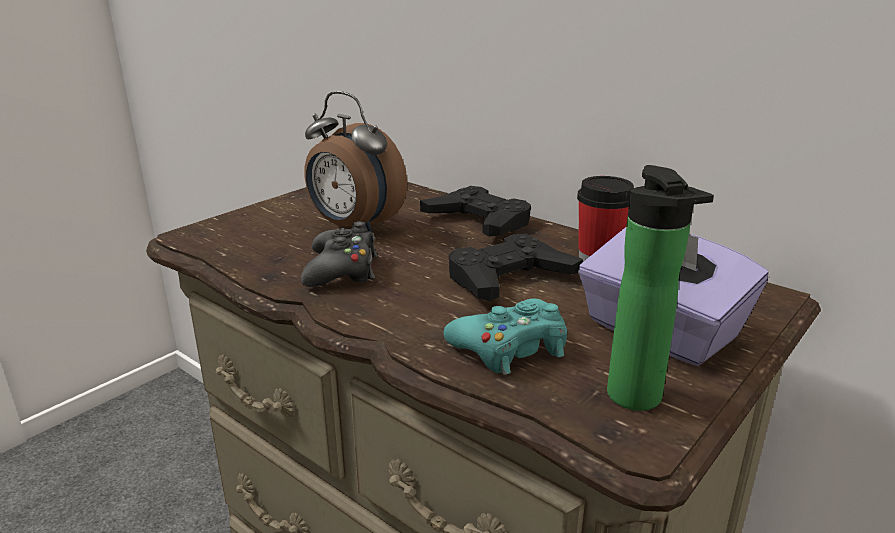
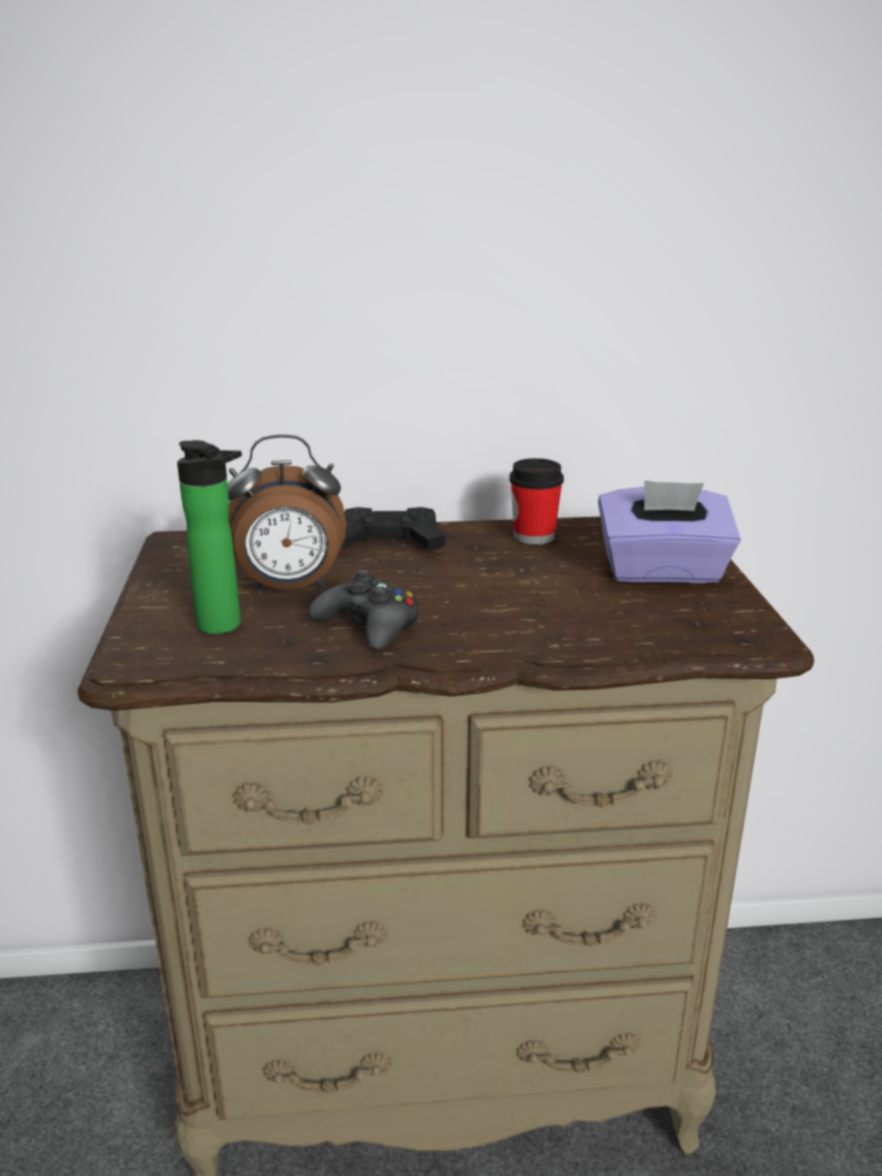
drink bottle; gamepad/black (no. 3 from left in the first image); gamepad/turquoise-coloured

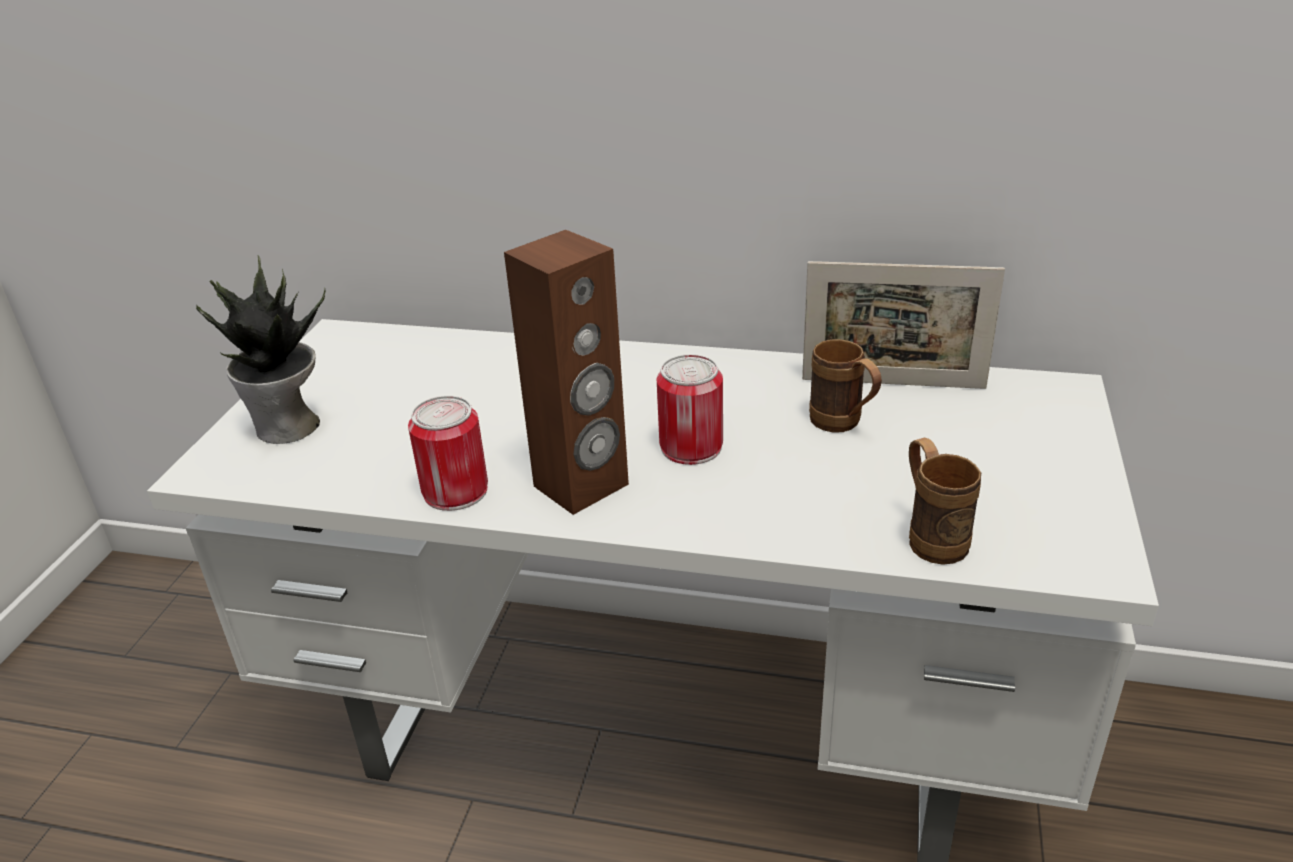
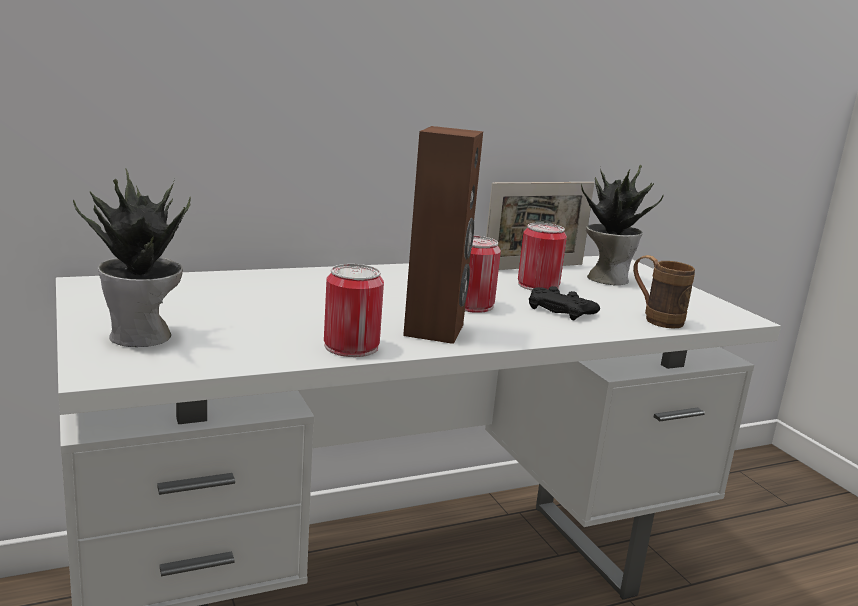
metal can (no. 3 from left); potted plant (no. 2 from left); gamepad/black

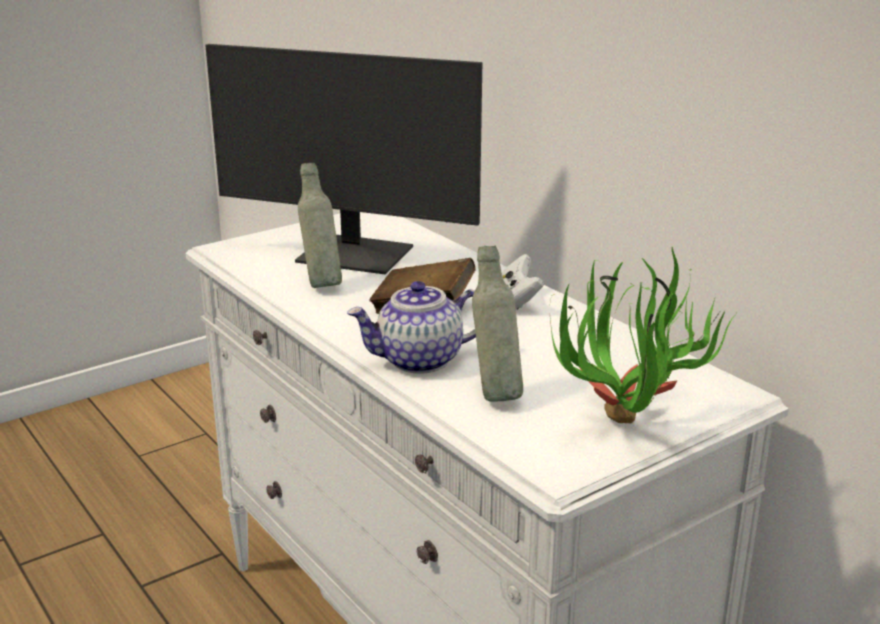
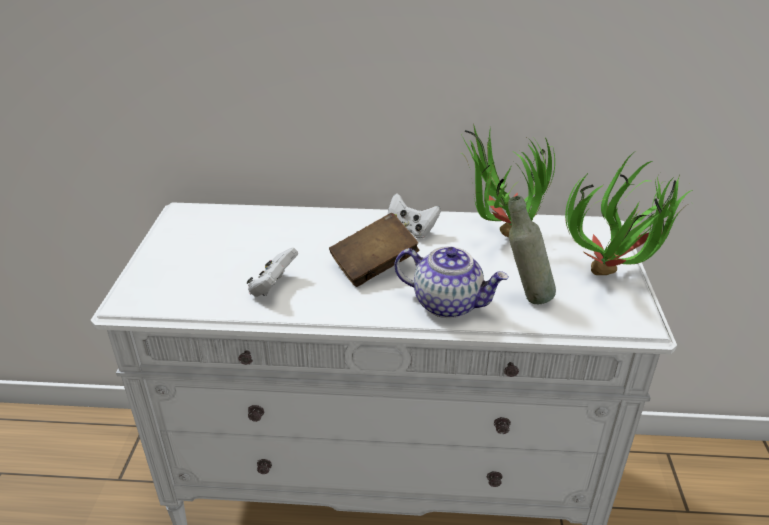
monitor; gamepad/white (no. 1 from left); pot for tea; potted plant (no. 1 from left)

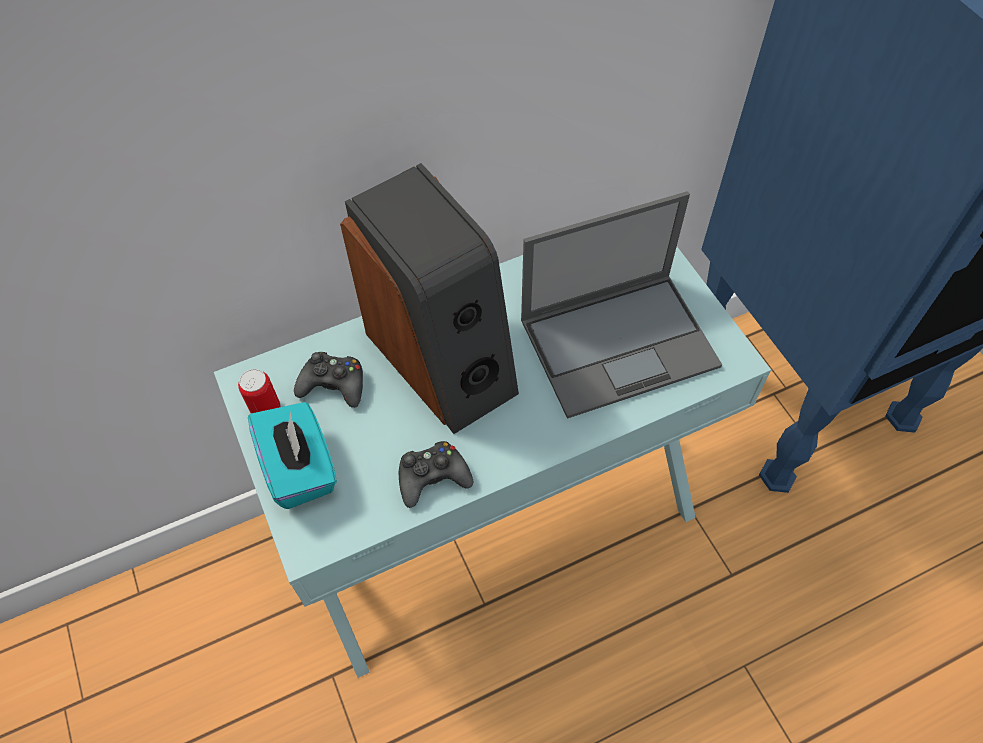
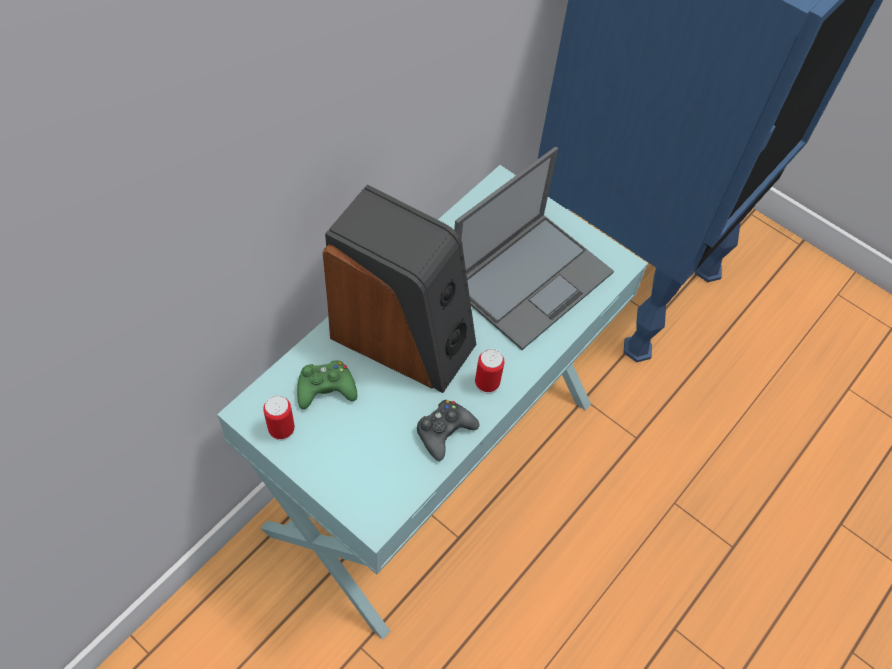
gamepad/green; tissue holder/turquoise-coloured; metal can (no. 2 from left)

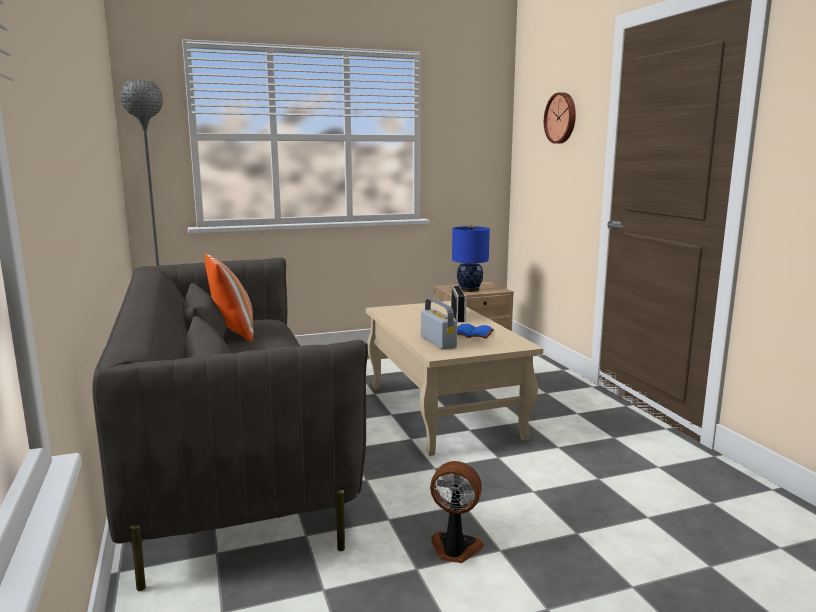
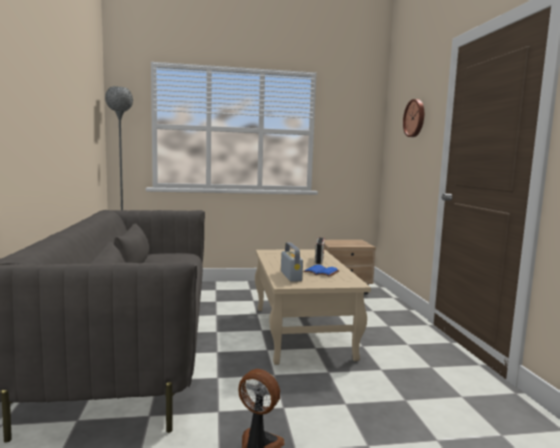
tabletop lamp/bluish; pillow

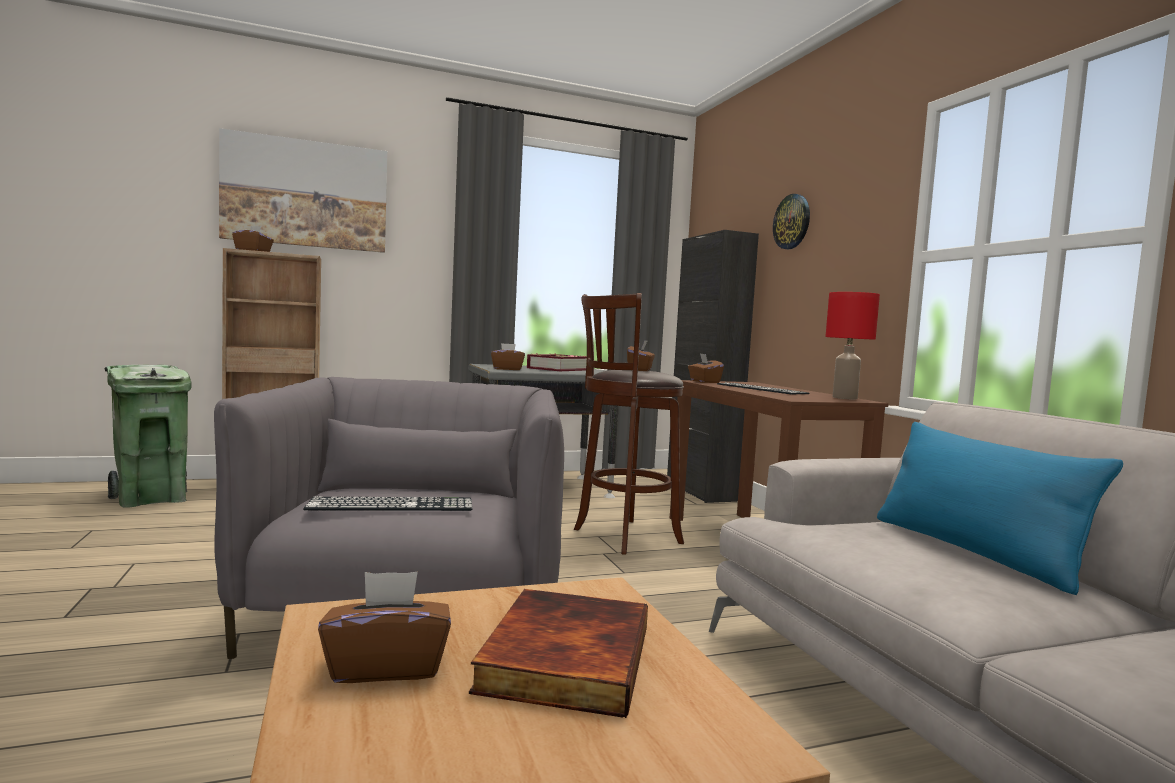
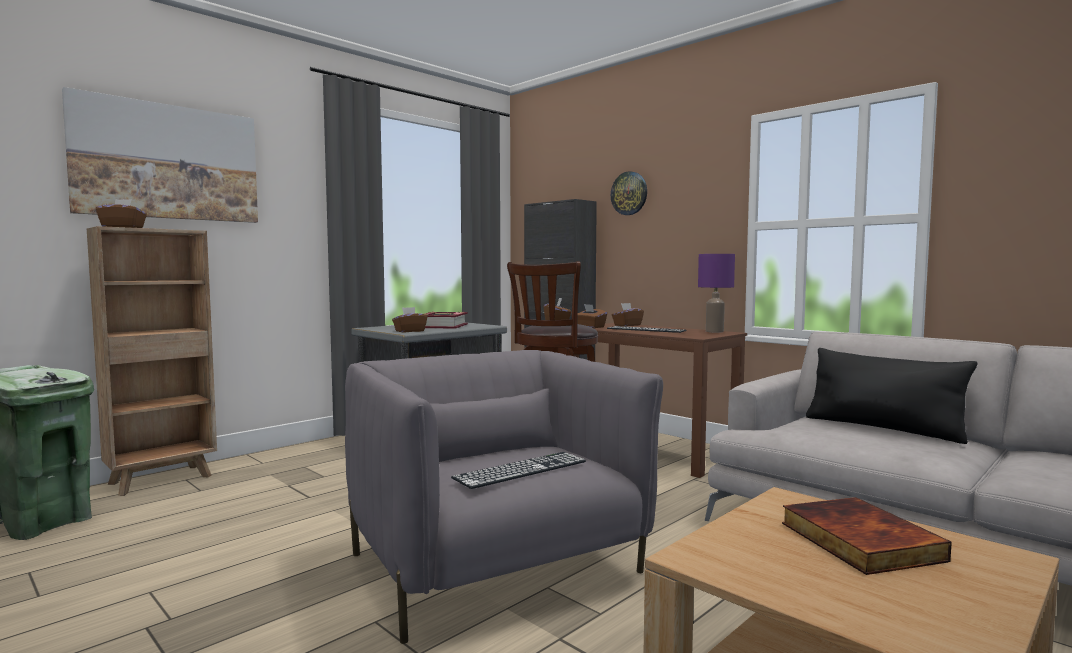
tabletop lamp/purplish; pillow/black; tissue holder/brown (no. 5 from left)

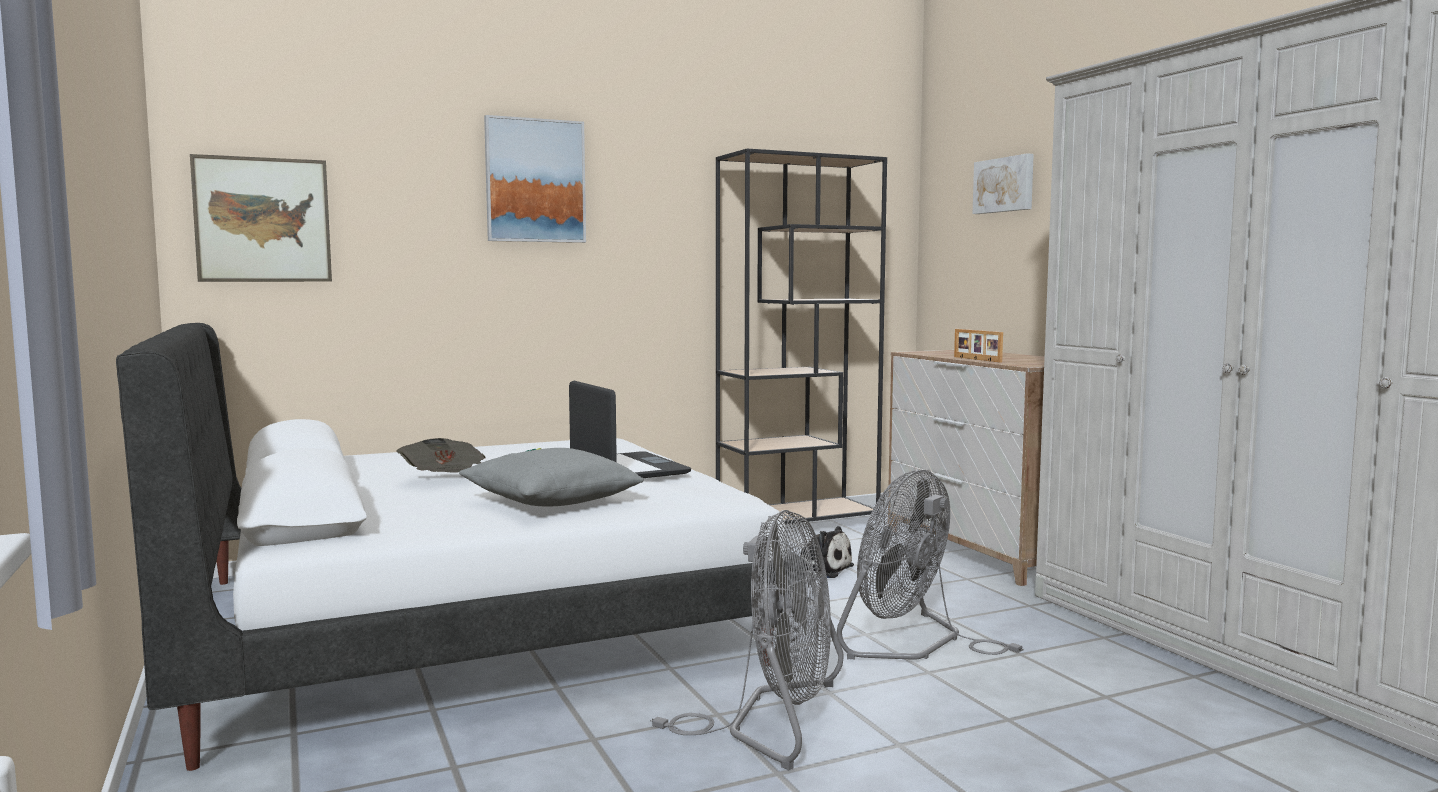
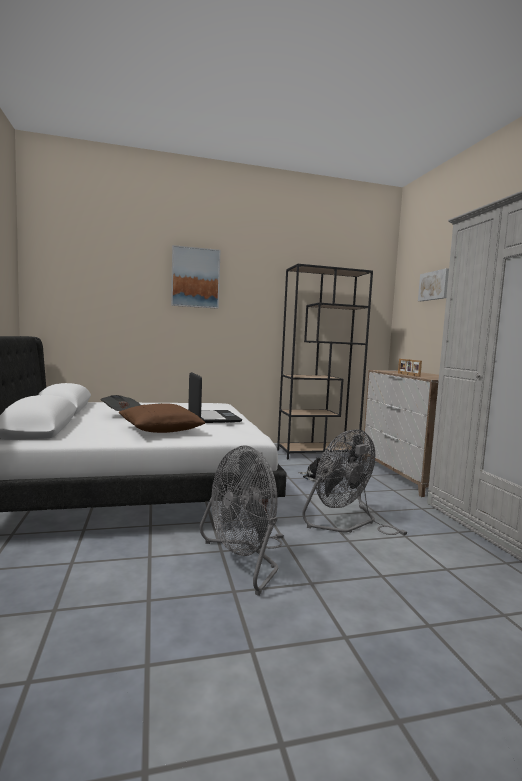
wall art (no. 1 from left in the first image); pillow/brown; fan/grey (no. 1 from left)

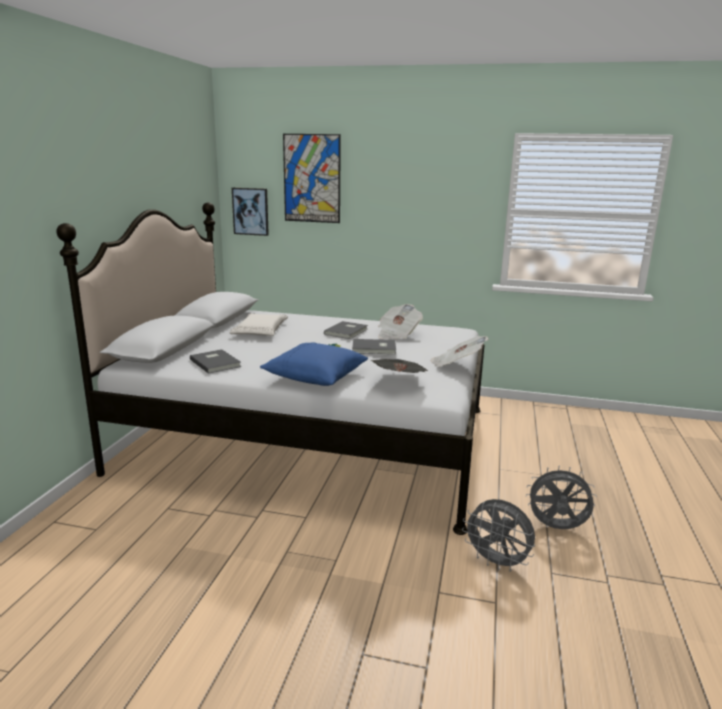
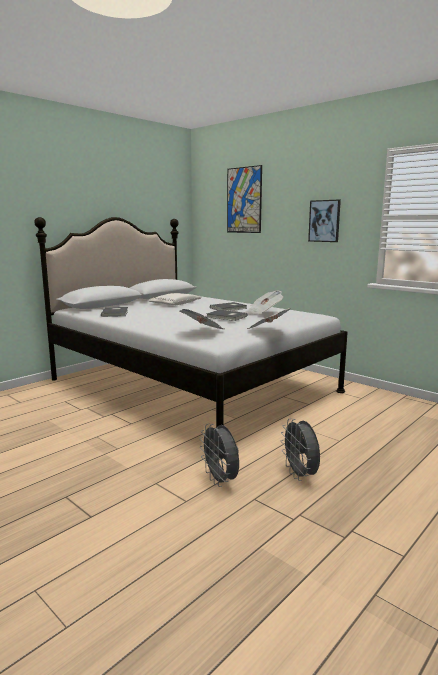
wall art (no. 2 from left); pillow/bluish; fan/grey (no. 2 from left)

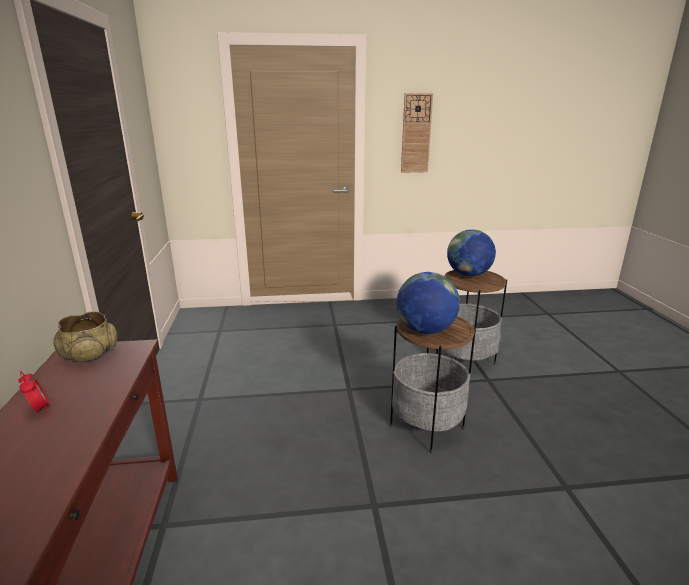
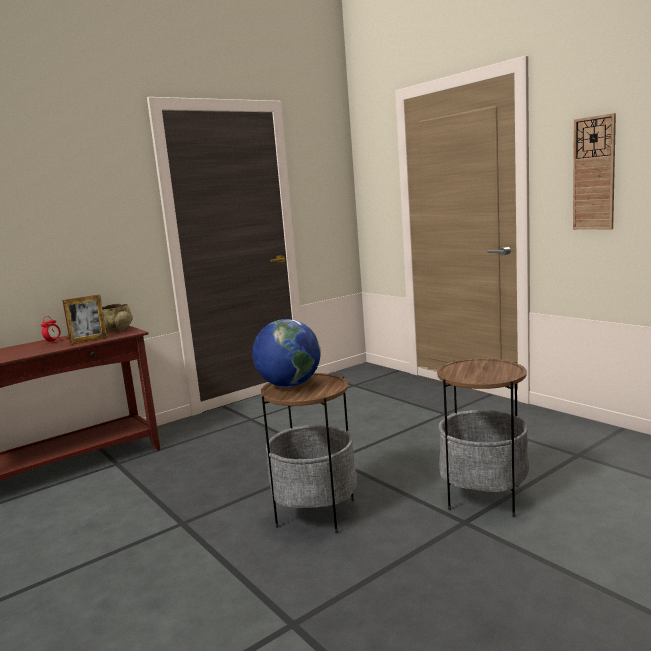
world globe (no. 2 from left in the first image); photo frame

